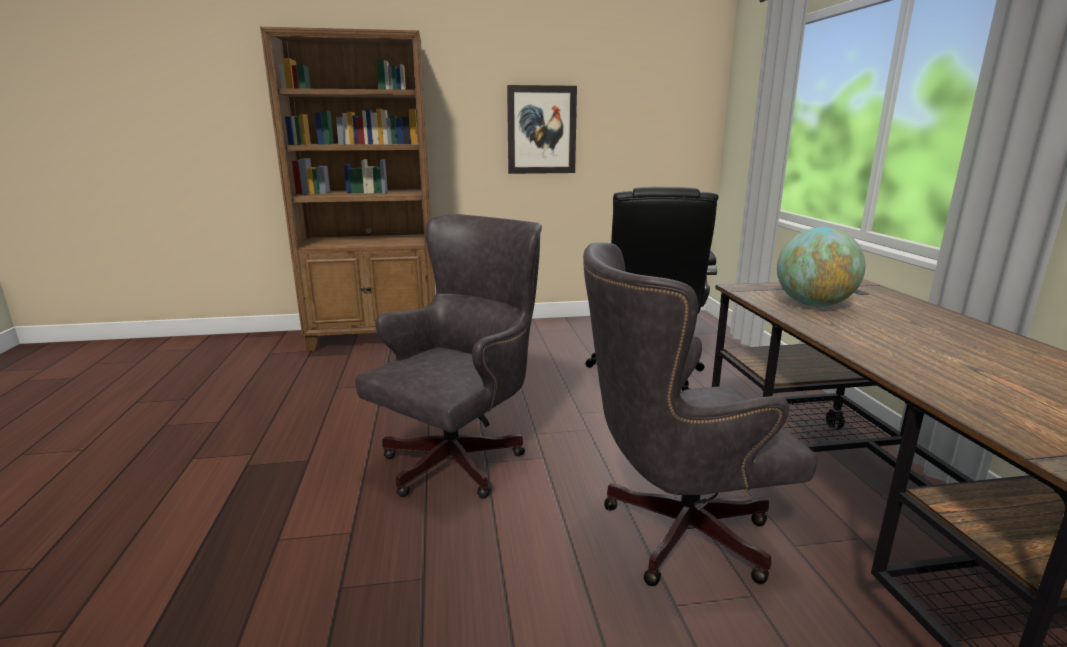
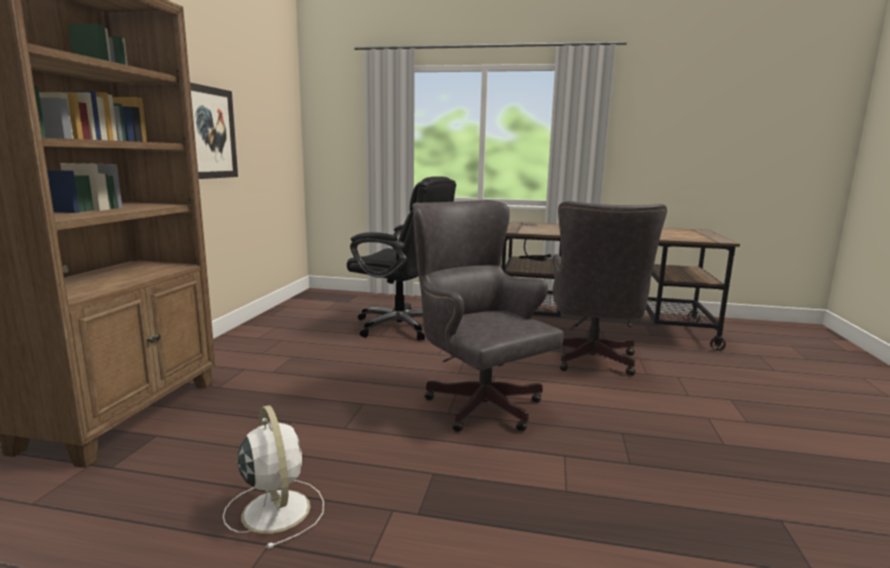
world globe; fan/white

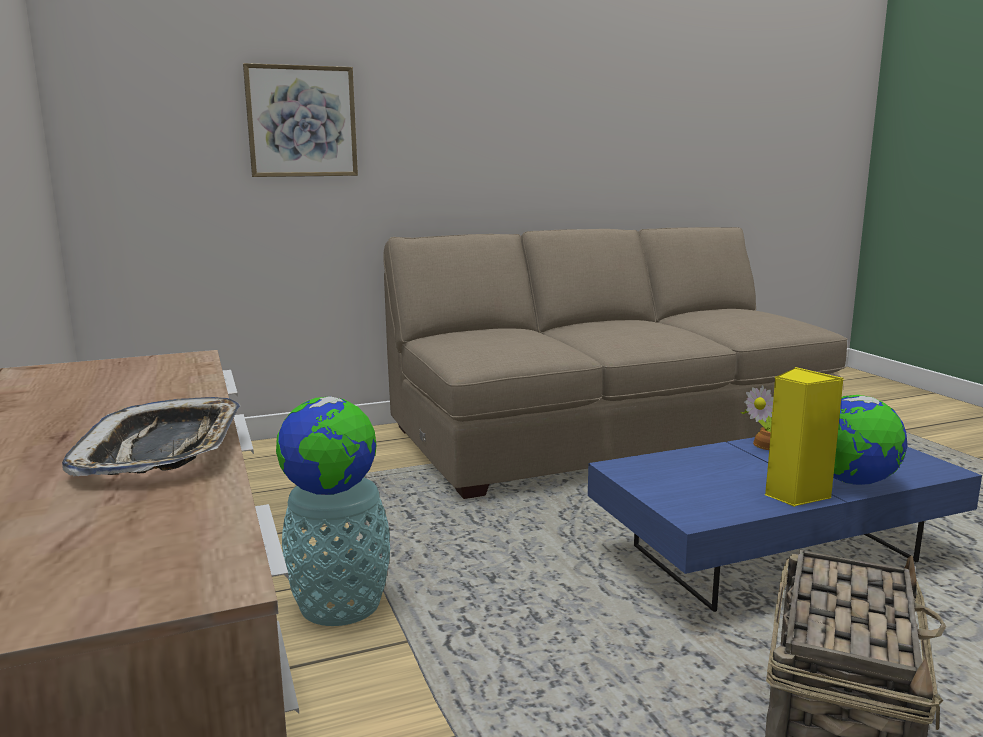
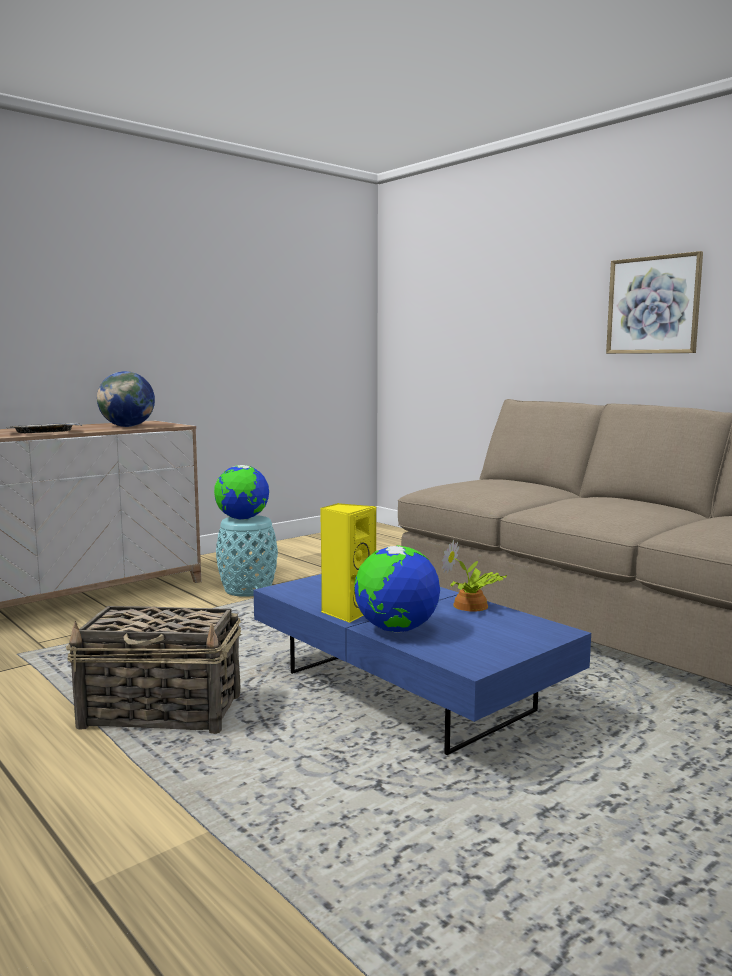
wall art; world globe (no. 1 from left)

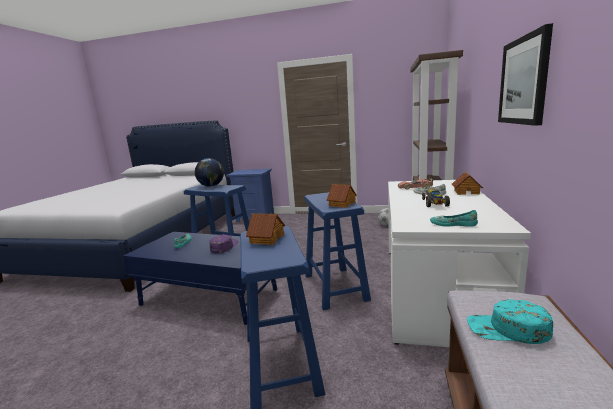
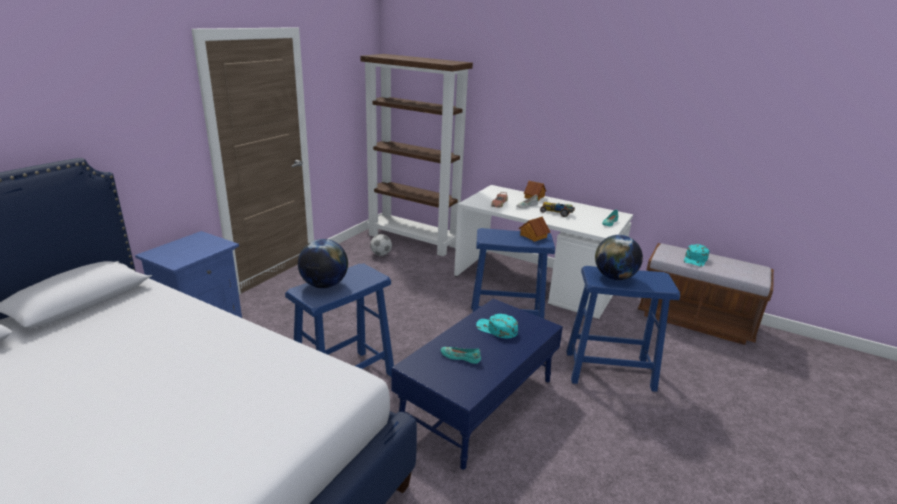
wall art; world globe (no. 2 from left); cap/turquoise-coloured (no. 1 from left)

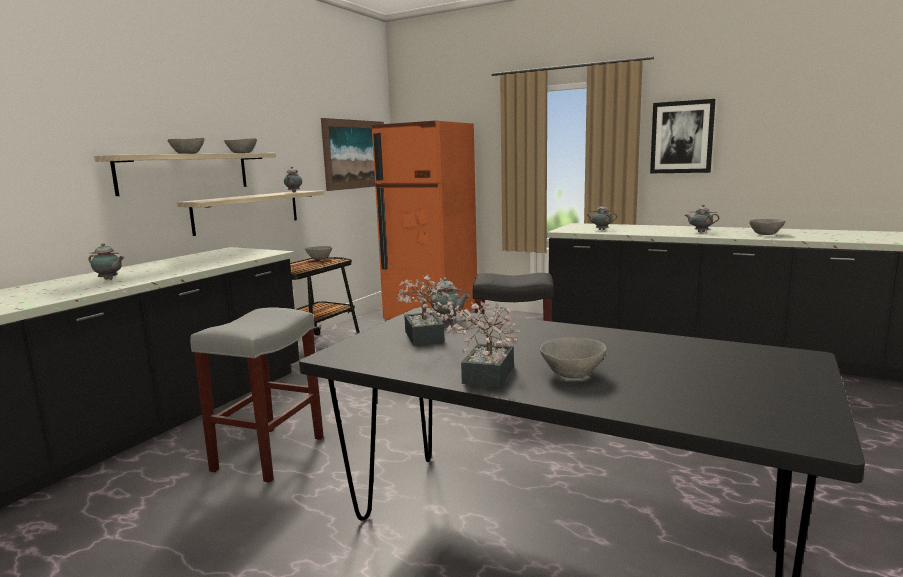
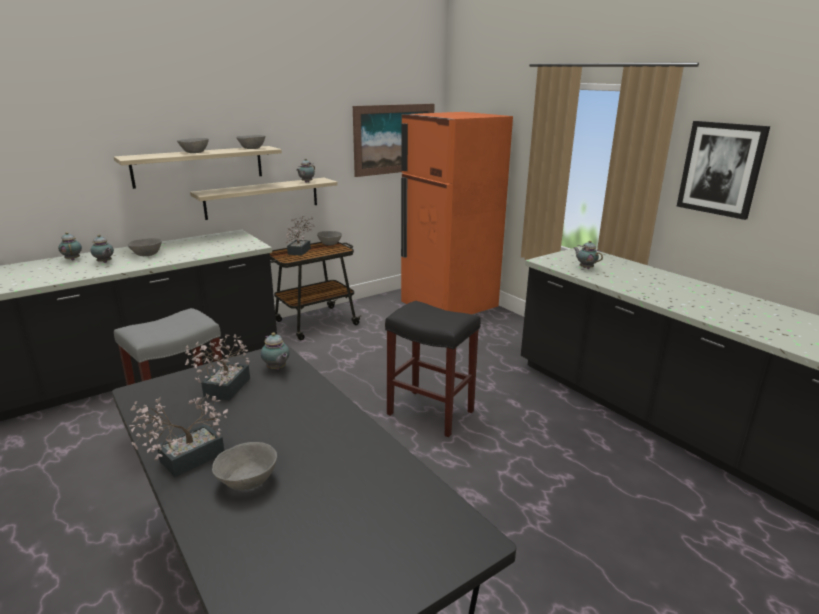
pot for tea (no. 1 from left); deep dish/grey (no. 1 from left); potted plant (no. 3 from left)

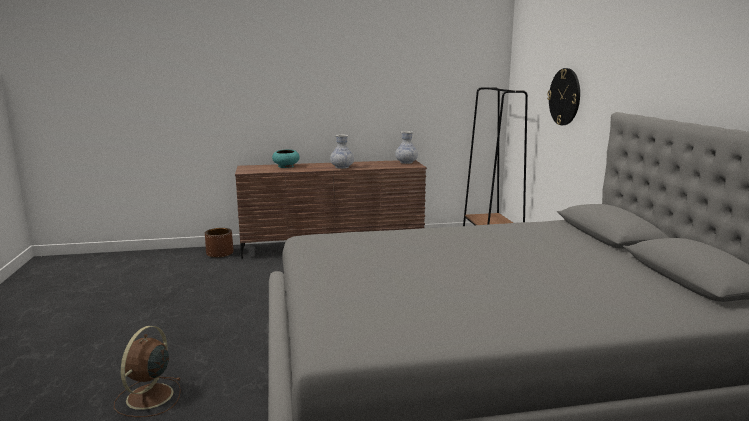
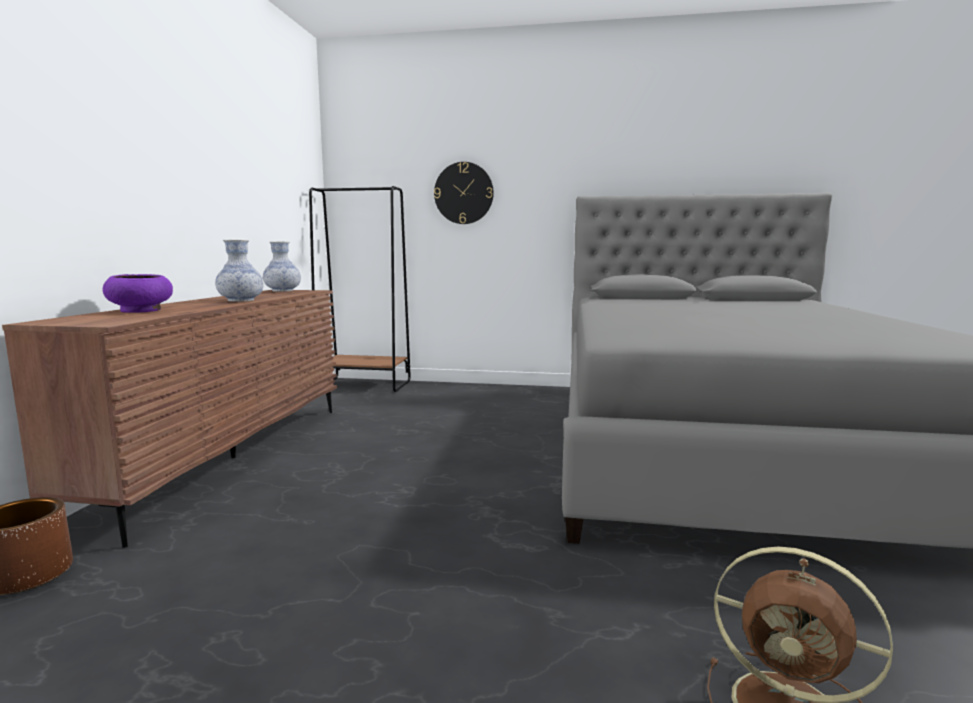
deep dish/purplish

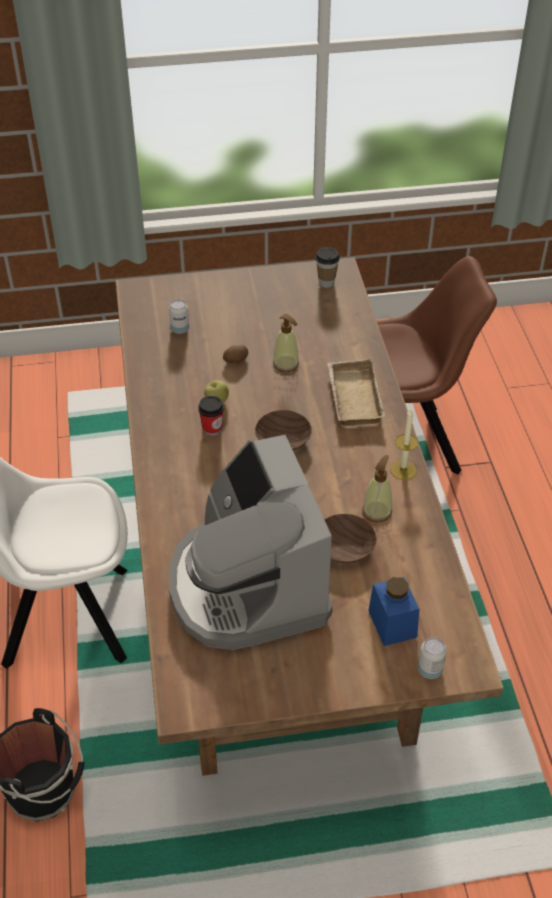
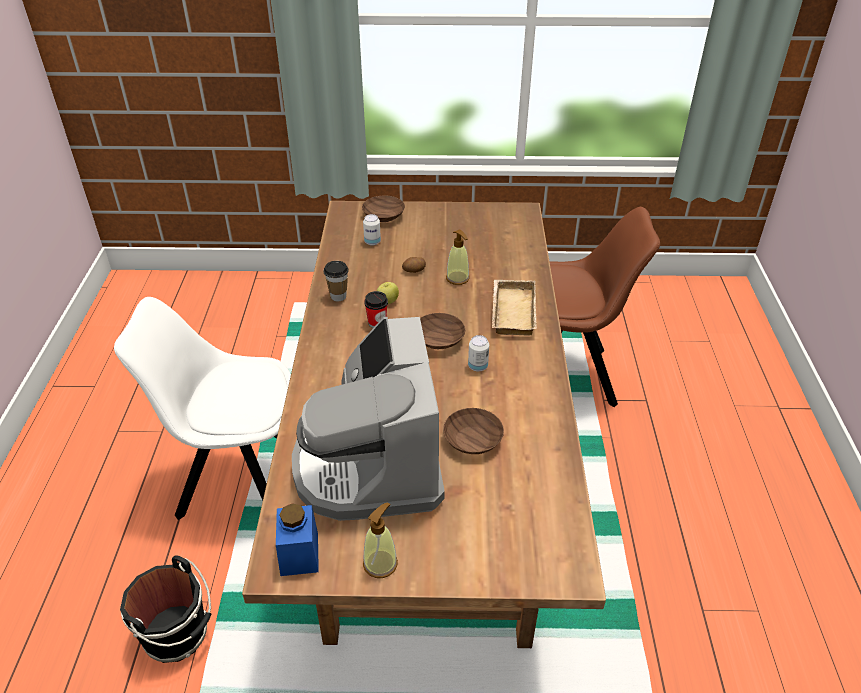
cup (no. 1 from left); wax candle; liquid soap bottle (no. 1 from left); preserve jar/bluish; metal can (no. 2 from left); deep dish/brown (no. 1 from left)

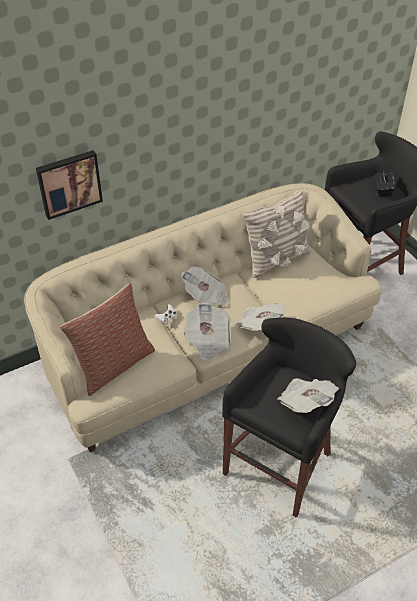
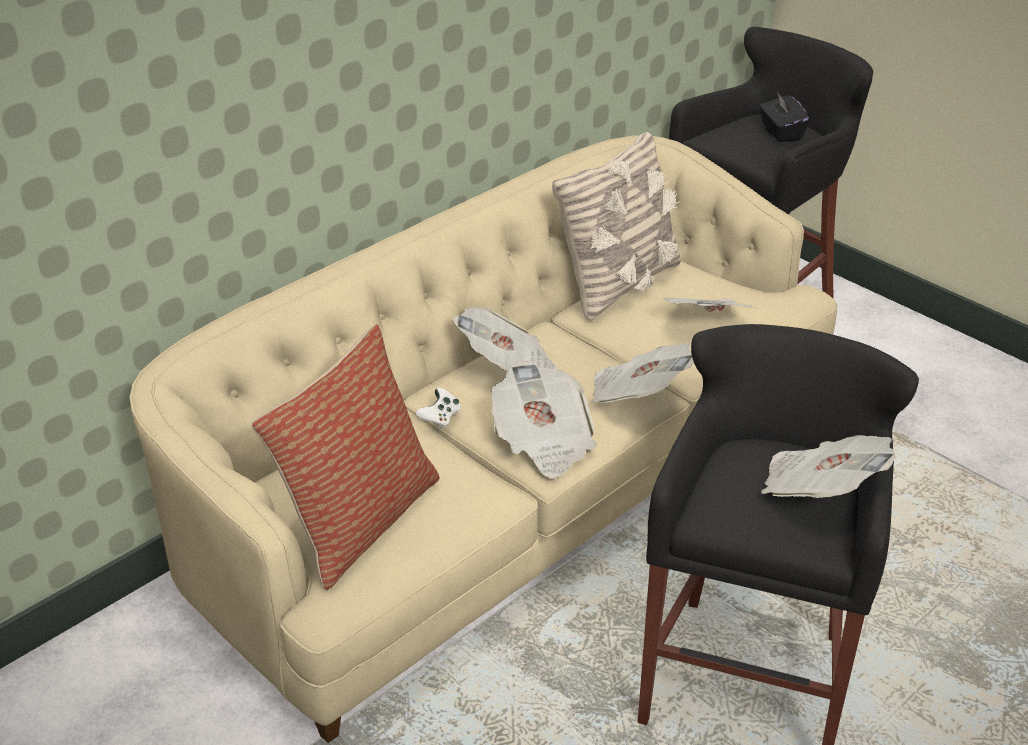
wall art; printed paper (no. 4 from left)

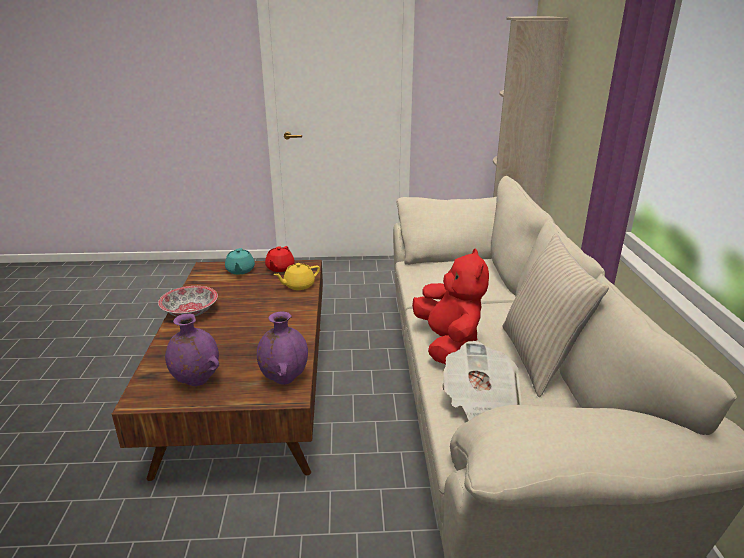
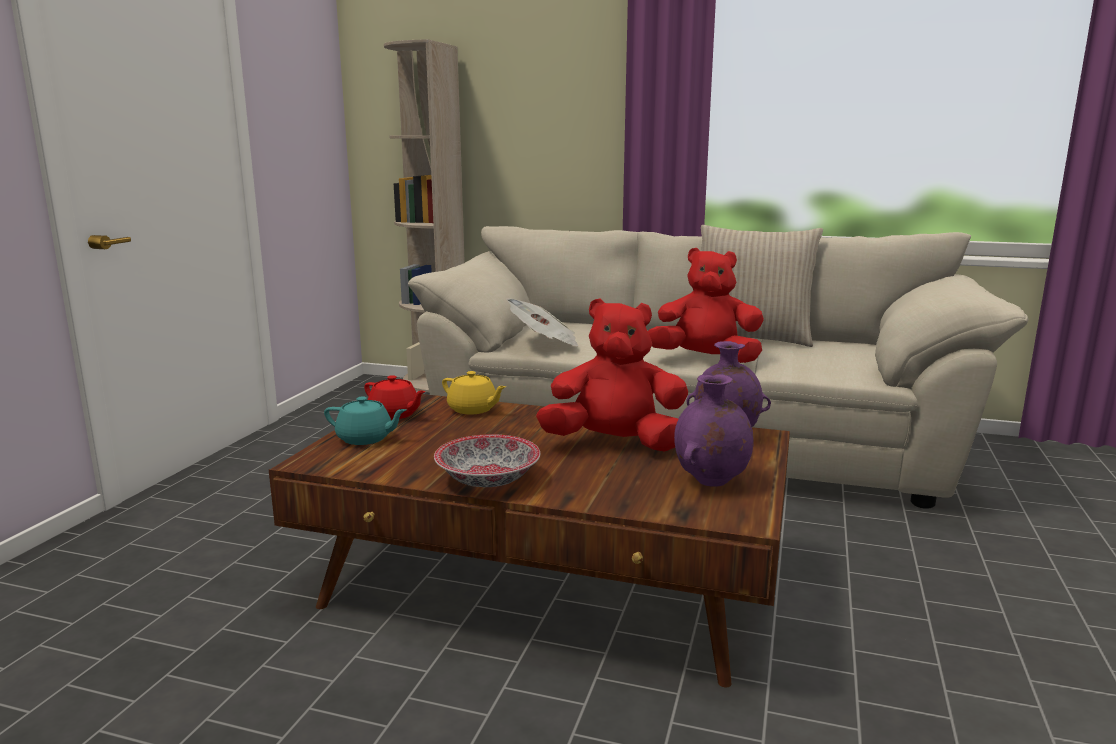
pot for tea/yellowish; printed paper; cuddly toy/red (no. 1 from left)

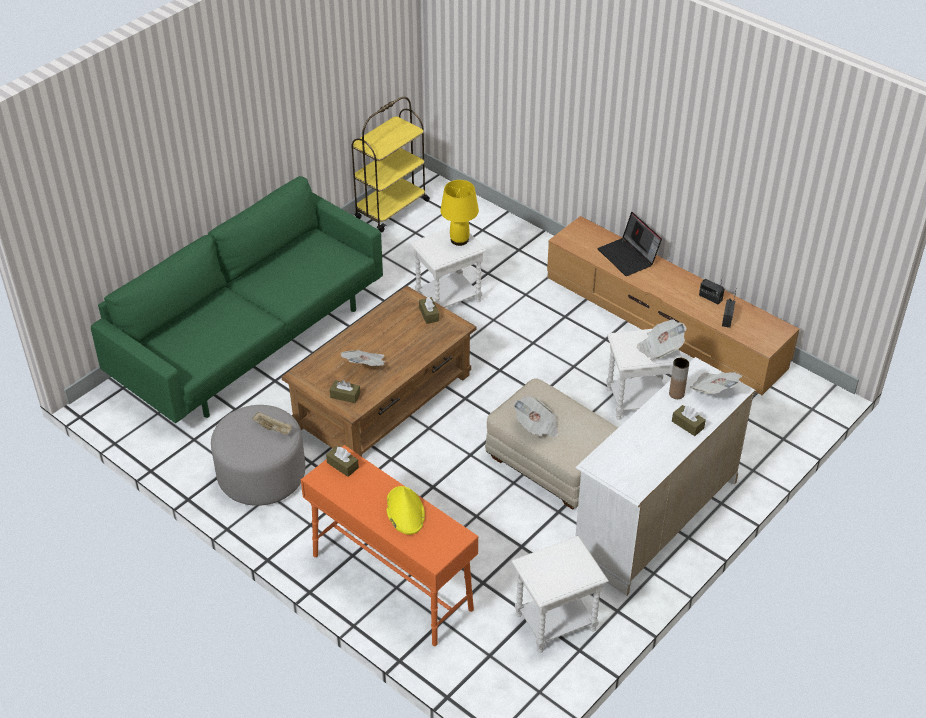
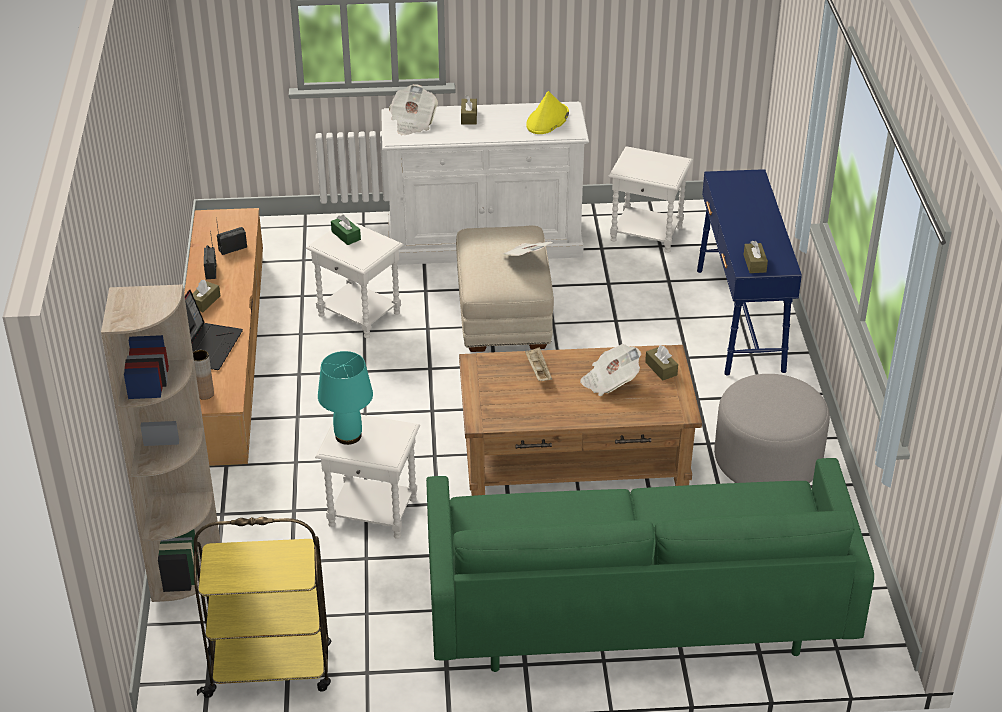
tabletop lamp/turquoise-coloured; tissue holder/brown (no. 1 from left); tissue holder/green; vase/brown; carrying tray/beige-coloured; narrow table/bluish; clothing hat/yellowish; bookshelf/beige-coloured

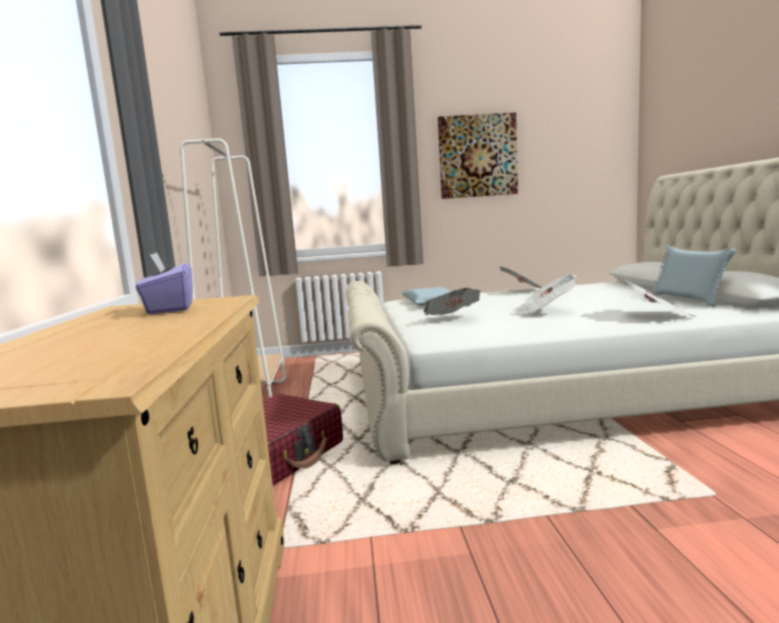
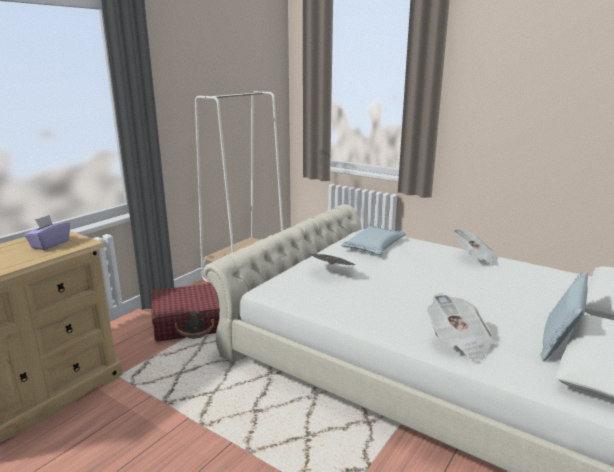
wall art; printed paper (no. 3 from left in the first image)

